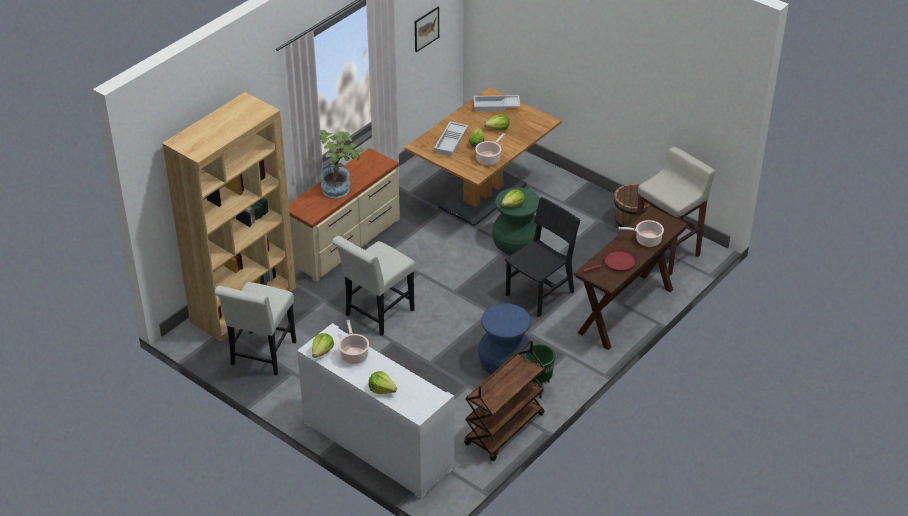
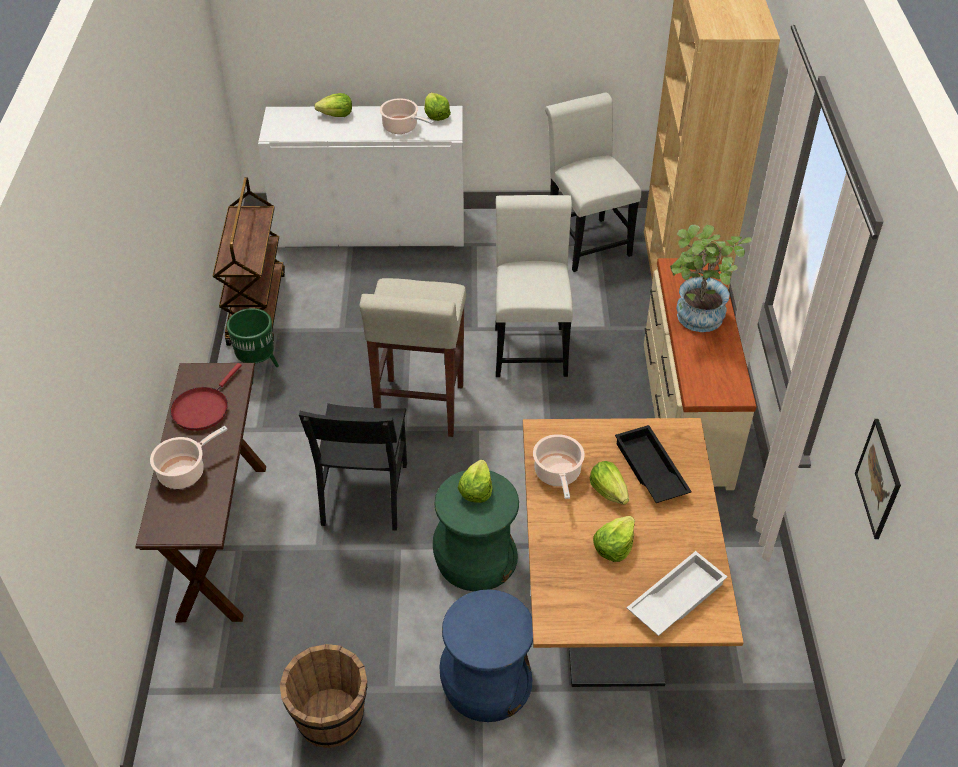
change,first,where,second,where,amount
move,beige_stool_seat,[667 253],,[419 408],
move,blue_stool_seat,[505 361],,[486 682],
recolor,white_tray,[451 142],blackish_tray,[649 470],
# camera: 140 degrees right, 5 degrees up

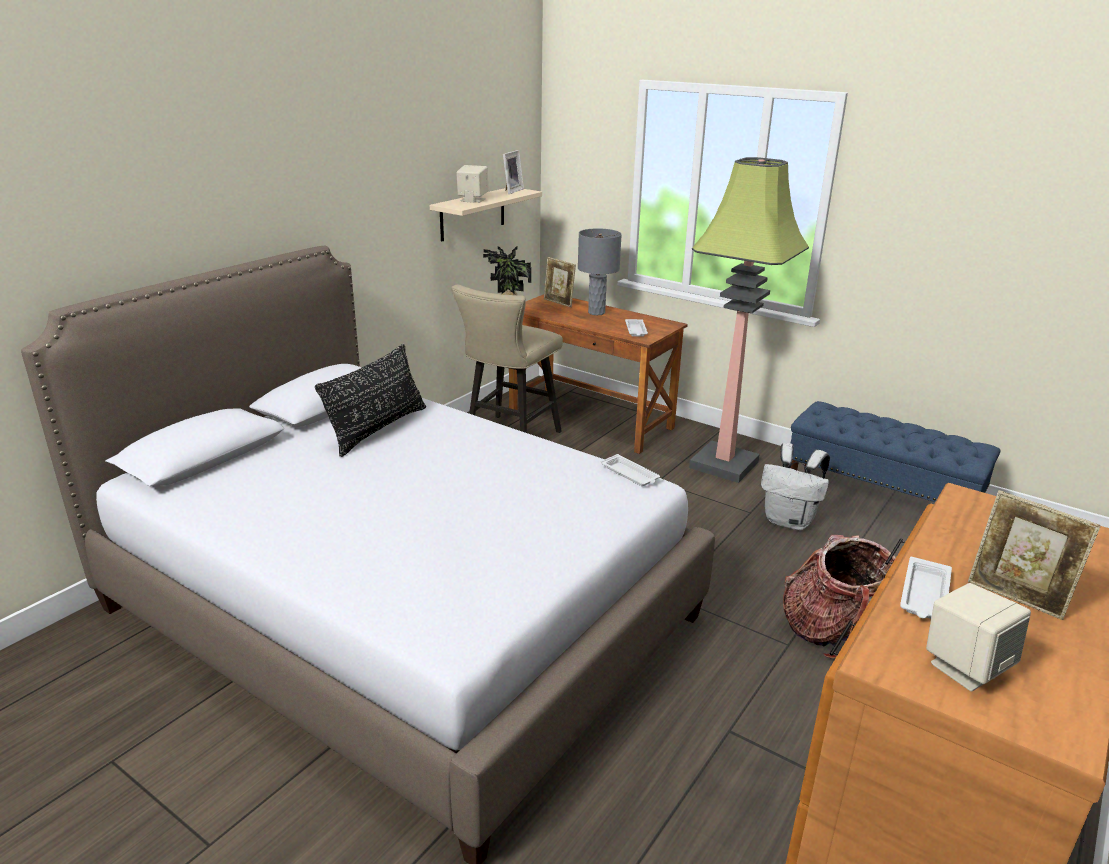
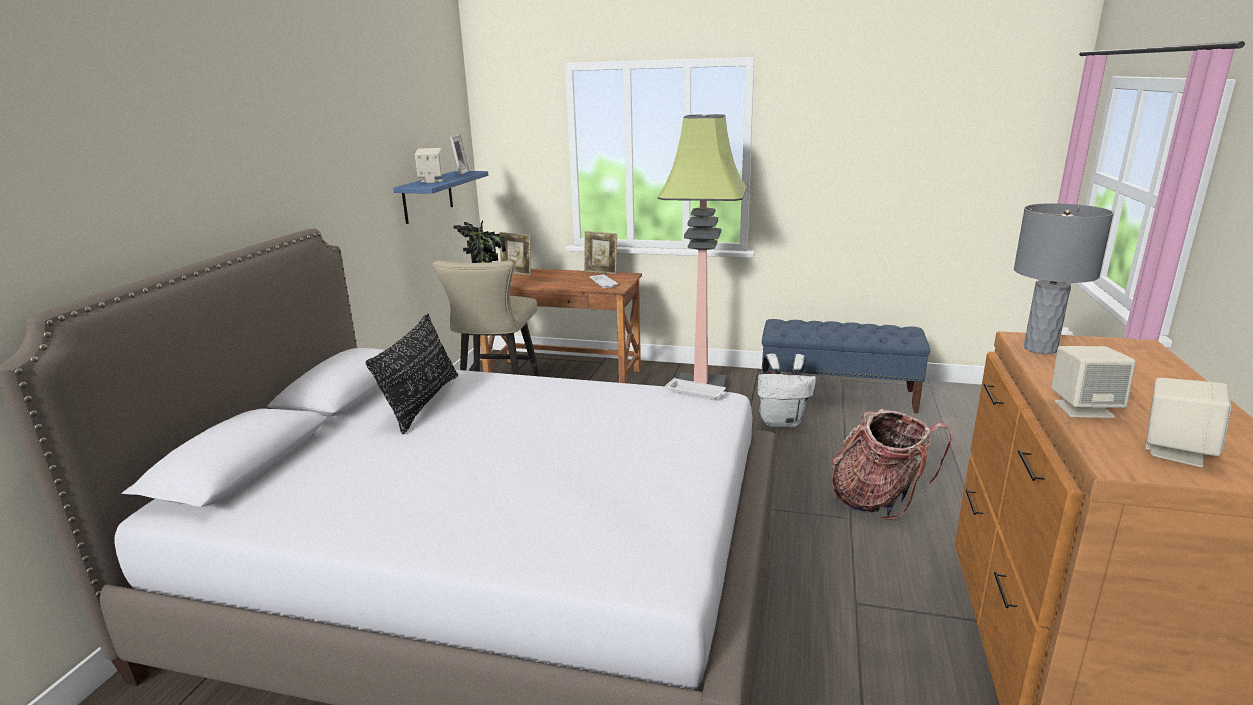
change,first,where,second,where,amount
recolor,beige_wall_shelf,[472 214],blue_wall_shelf,[428 196],
move,photo_frame,[1016 598],,[601 272],
move,gray_table_lamp,[596 312],,[1040 349],
replace,white_tray,[924 595],beige_loudspeaker,[1083 409],
# camera: 20 degrees left, 5 degrees down

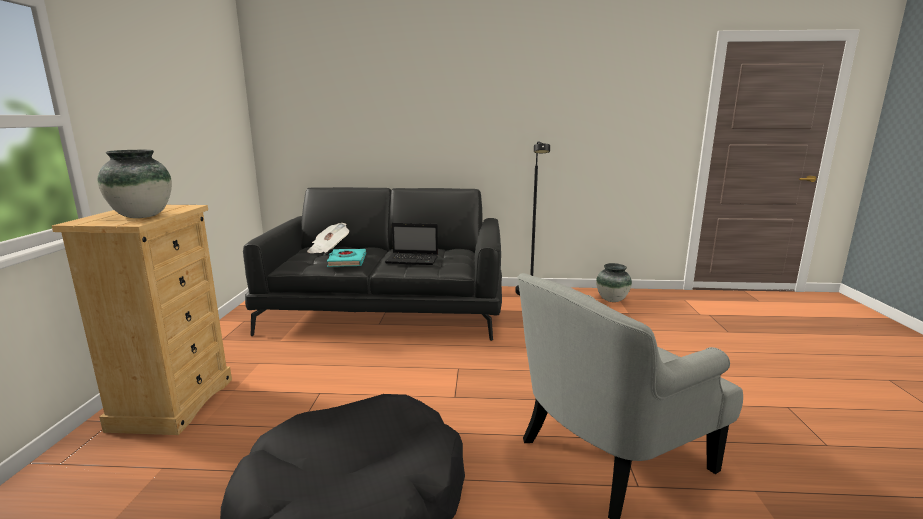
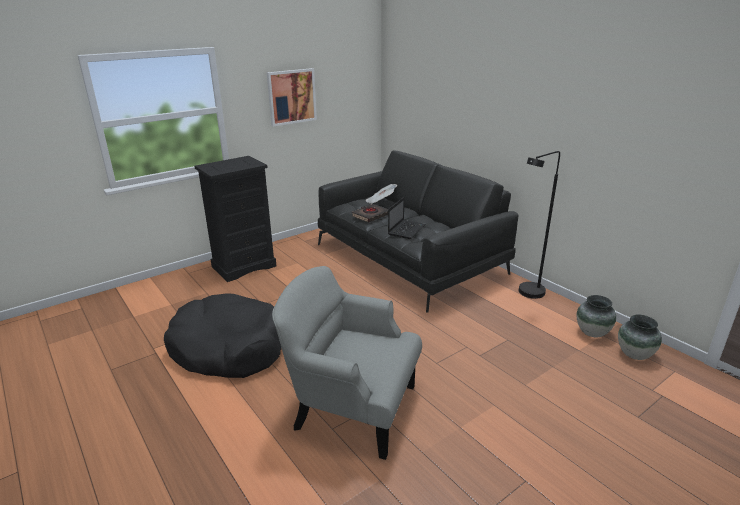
change,first,where,second,where,amount
recolor,beige_dresser,[173 403],blackish_dresser,[244 266],
insert,,,picture,[291 96],
recolor,blue-green_bound_book,[347 261],blackish_bound_book,[370 215],
rotate,notebook_computer,[413 260],,[406 229],120 degrees counterclockwise
move,decorative_vase,[142 216],,[634 355],
# camera: 50 degrees right, 10 degrees up

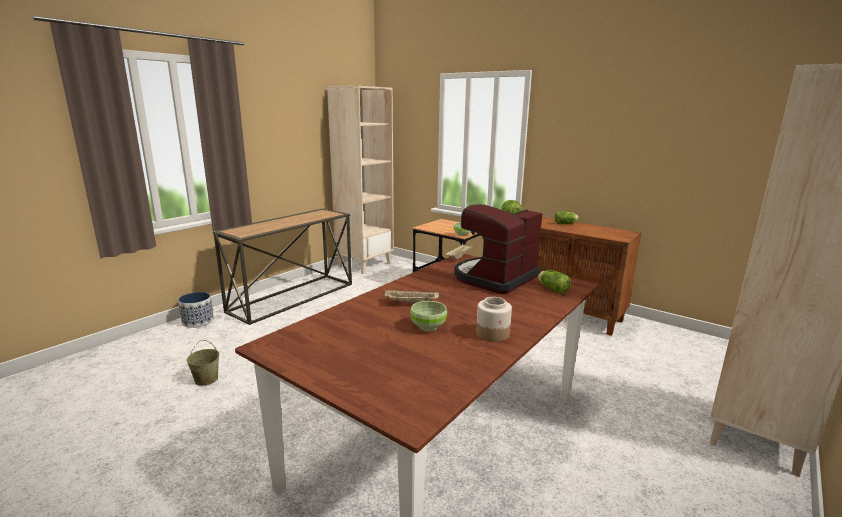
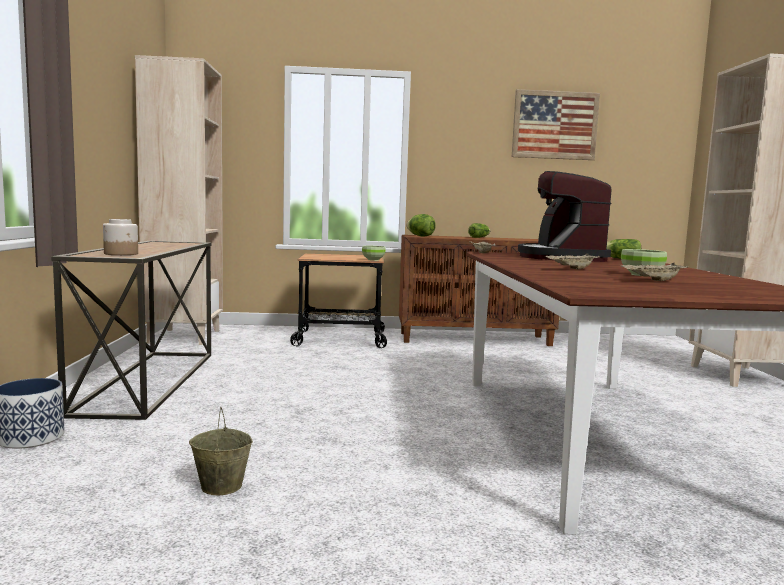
change,first,where,second,where,amount
move,preserve_jar,[493 334],,[121 254],
insert,,,picture,[555 125],
insert,,,beige_tray,[654 281],
# camera: 40 degrees left, 10 degrees down

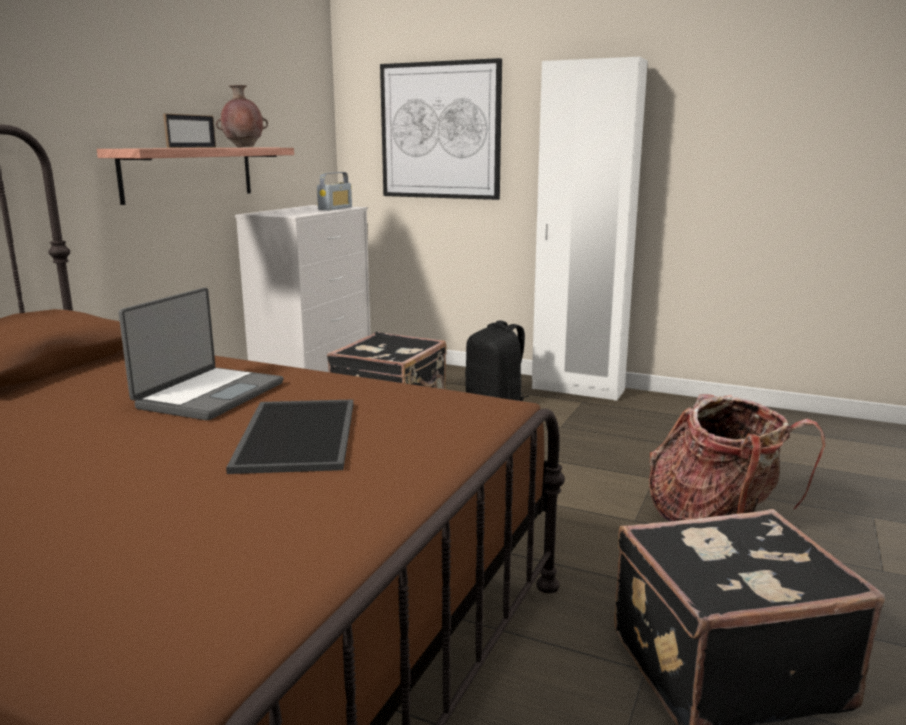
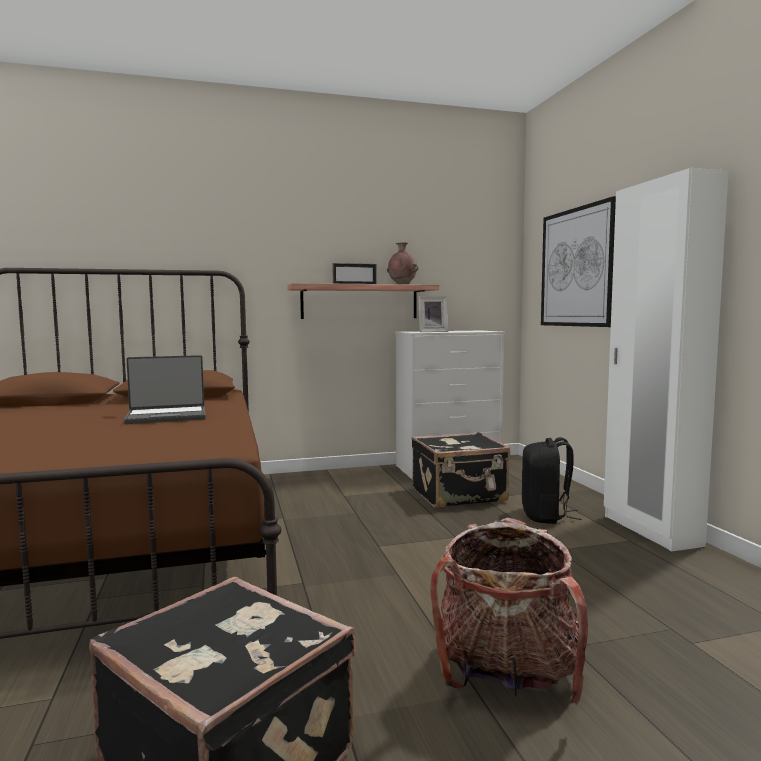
change,first,where,second,where,amount
insert,,,photo_frame,[432 331],
delete,tray,[294 434],,,
delete,radio,[335 208],,,
# camera: 50 degrees right, 10 degrees down

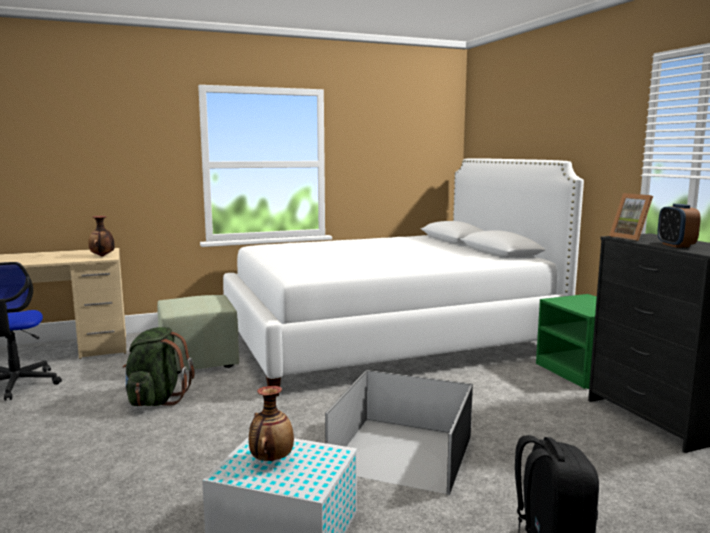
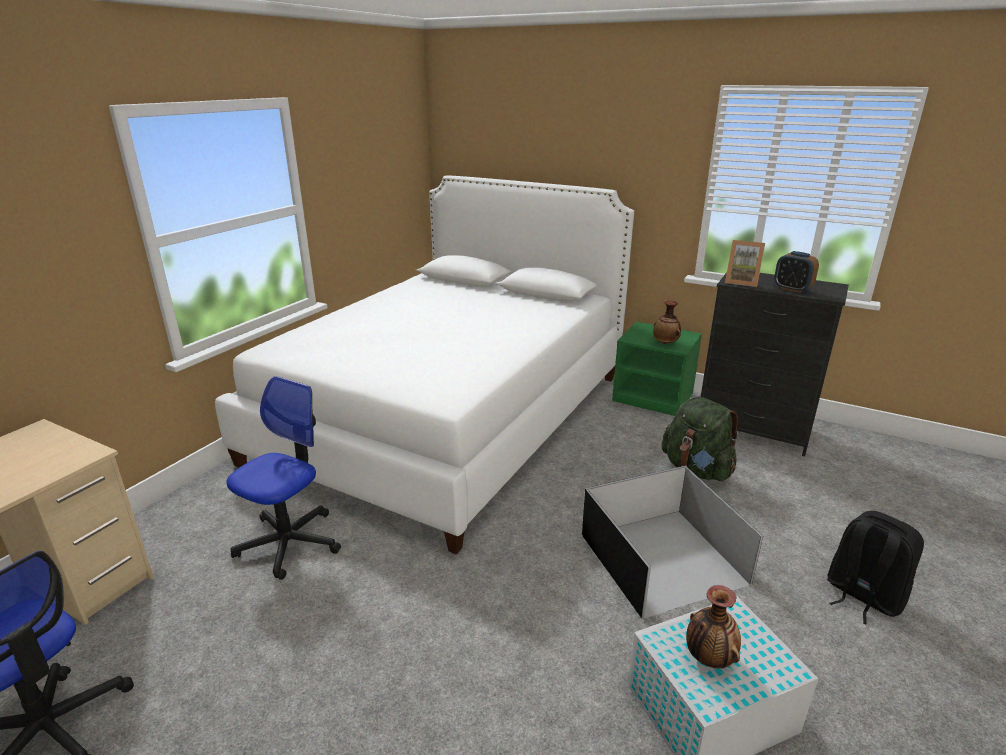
change,first,where,second,where,amount
replace,greenish_ottoman,[199 362],desk_chair,[289 542],
move,decorative_vase,[103 256],,[665 343],
move,greenish_backpack,[156 400],,[696 469],
# camera: 40 degrees left, 15 degrees up

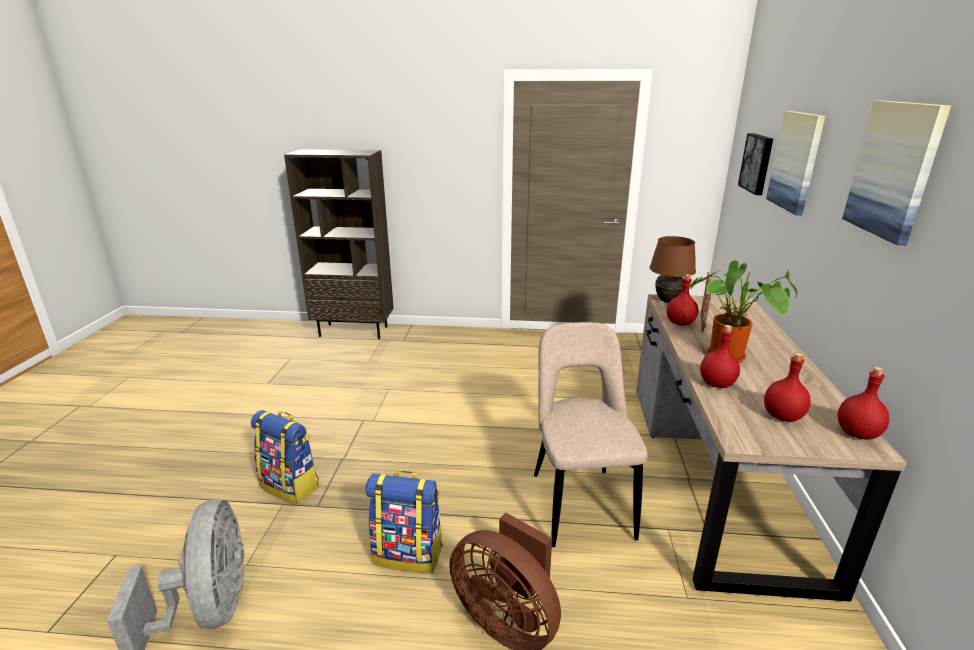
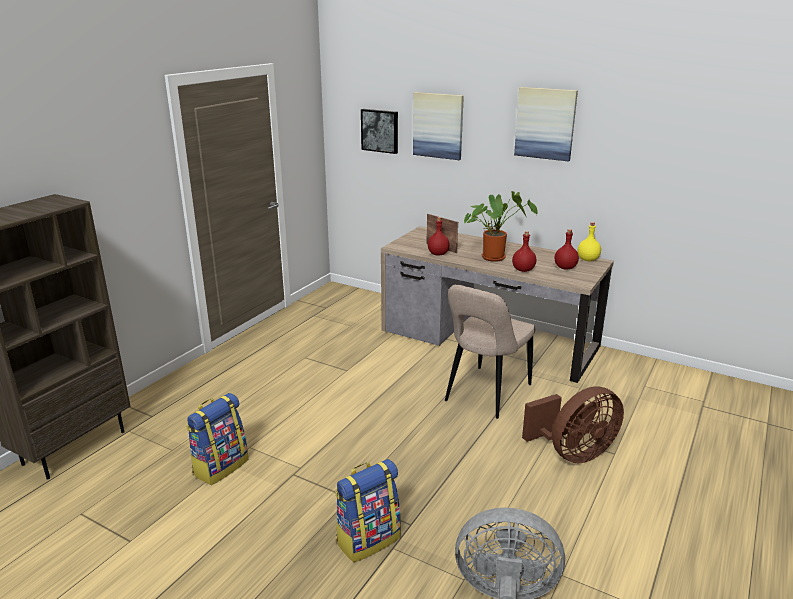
change,first,where,second,where,amount
move,backpack,[408 553],,[220 466],
rotate,beige_plain_chair,[580 501],,[485 394],75 degrees counterclockwise
recolor,reddish_drink_bottle,[857 433],yellow_drink_bottle,[587 259],
delete,brownish_table_lamp,[667 301],,,
# camera: 65 degrees left, 0 degrees up

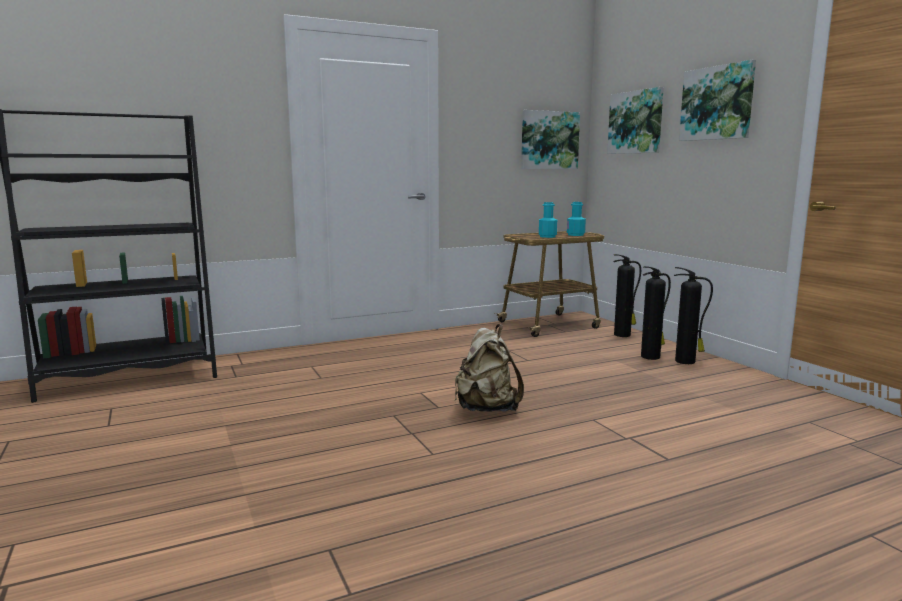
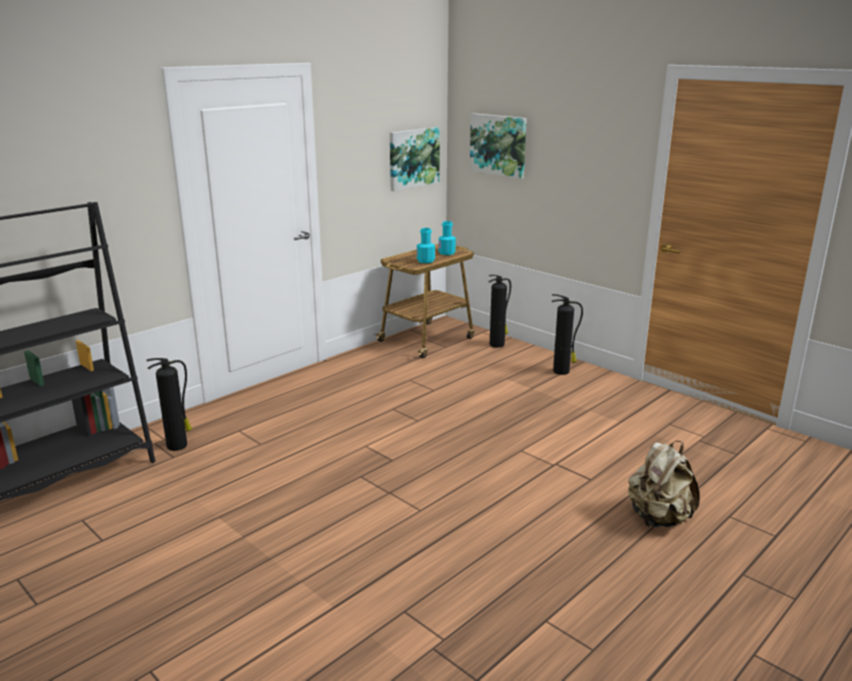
change,first,where,second,where,amount
move,fire_extinguisher,[651 356],,[178 445],
move,beige_backpack,[486 409],,[658 518],
delete,picture,[717 103],,,
# camera: 20 degrees left, 10 degrees up

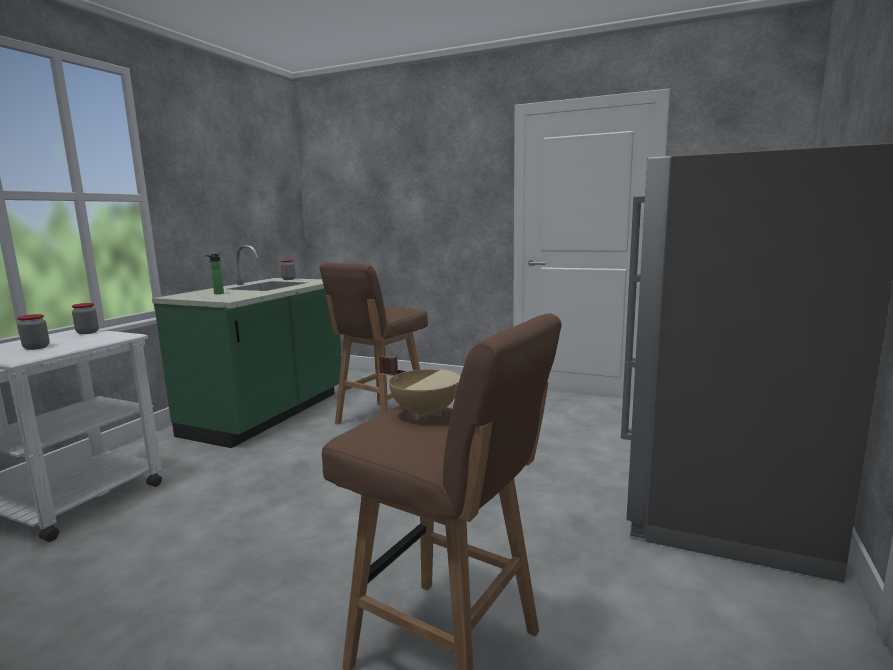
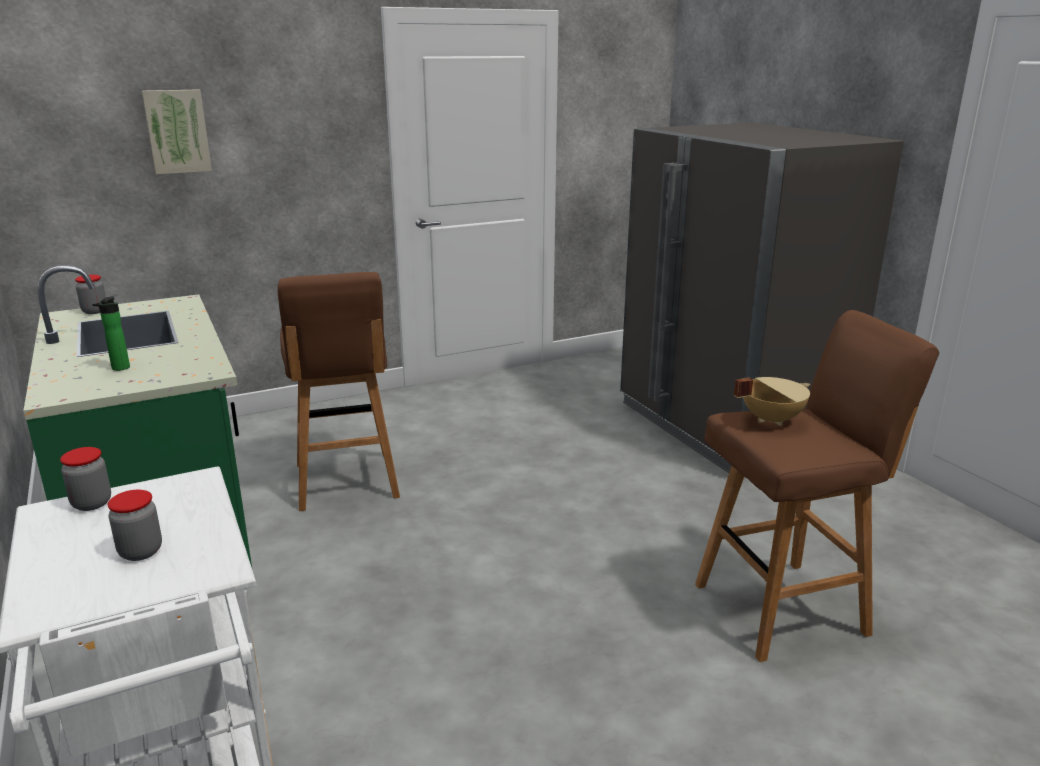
change,first,where,second,where,amount
insert,,,picture,[177 131],
# camera: 50 degrees left, 10 degrees up

